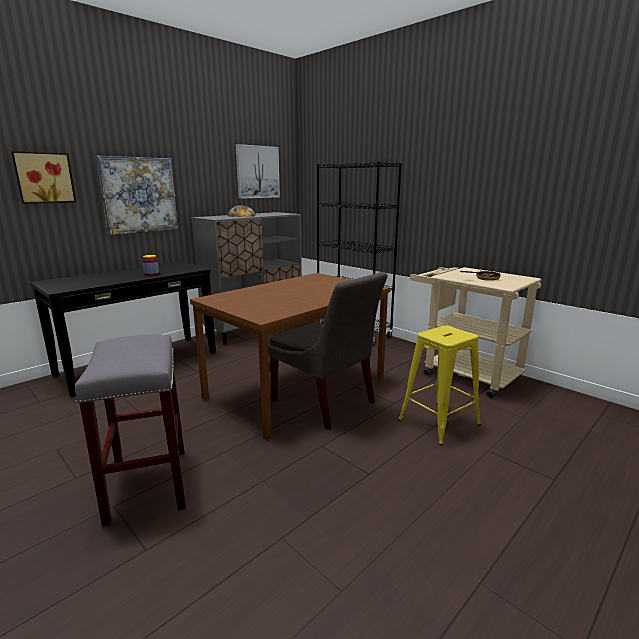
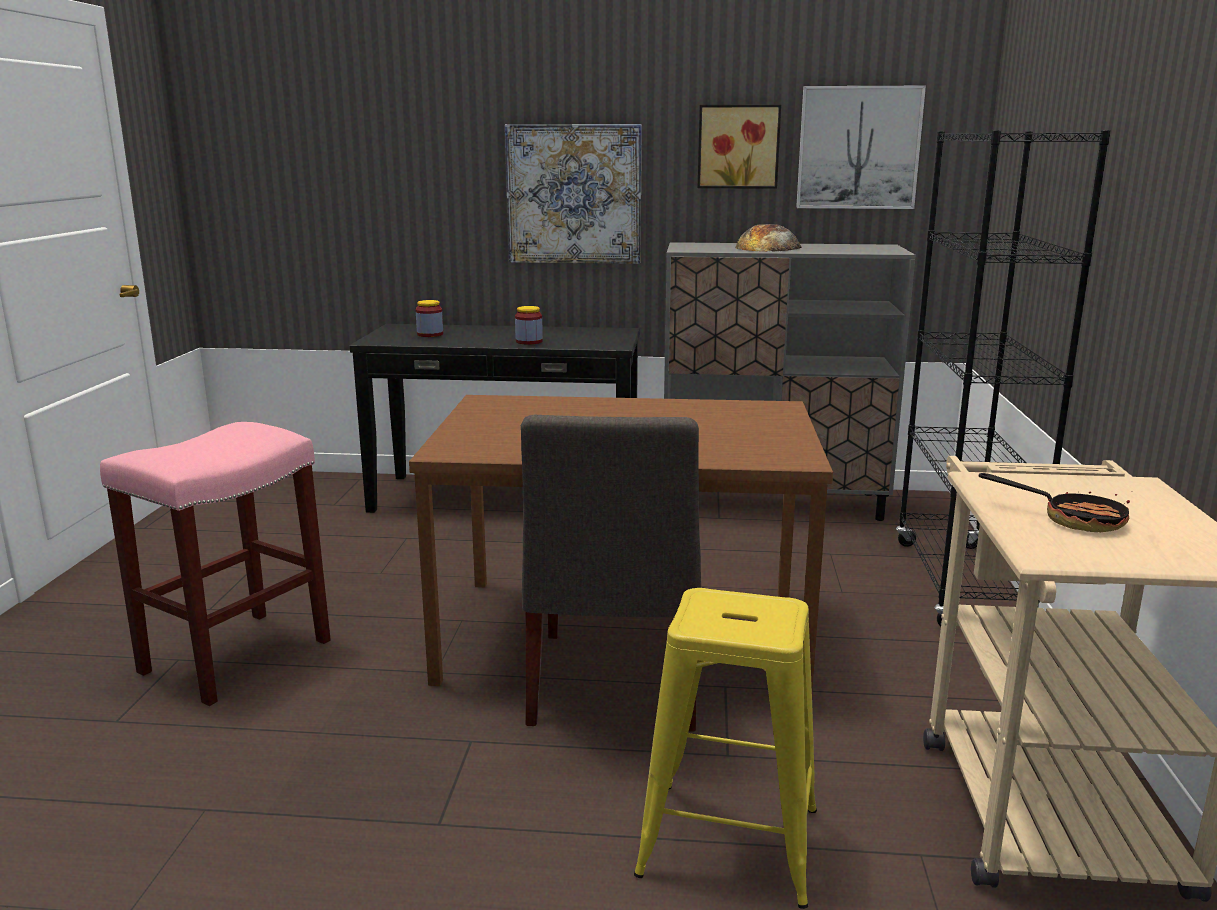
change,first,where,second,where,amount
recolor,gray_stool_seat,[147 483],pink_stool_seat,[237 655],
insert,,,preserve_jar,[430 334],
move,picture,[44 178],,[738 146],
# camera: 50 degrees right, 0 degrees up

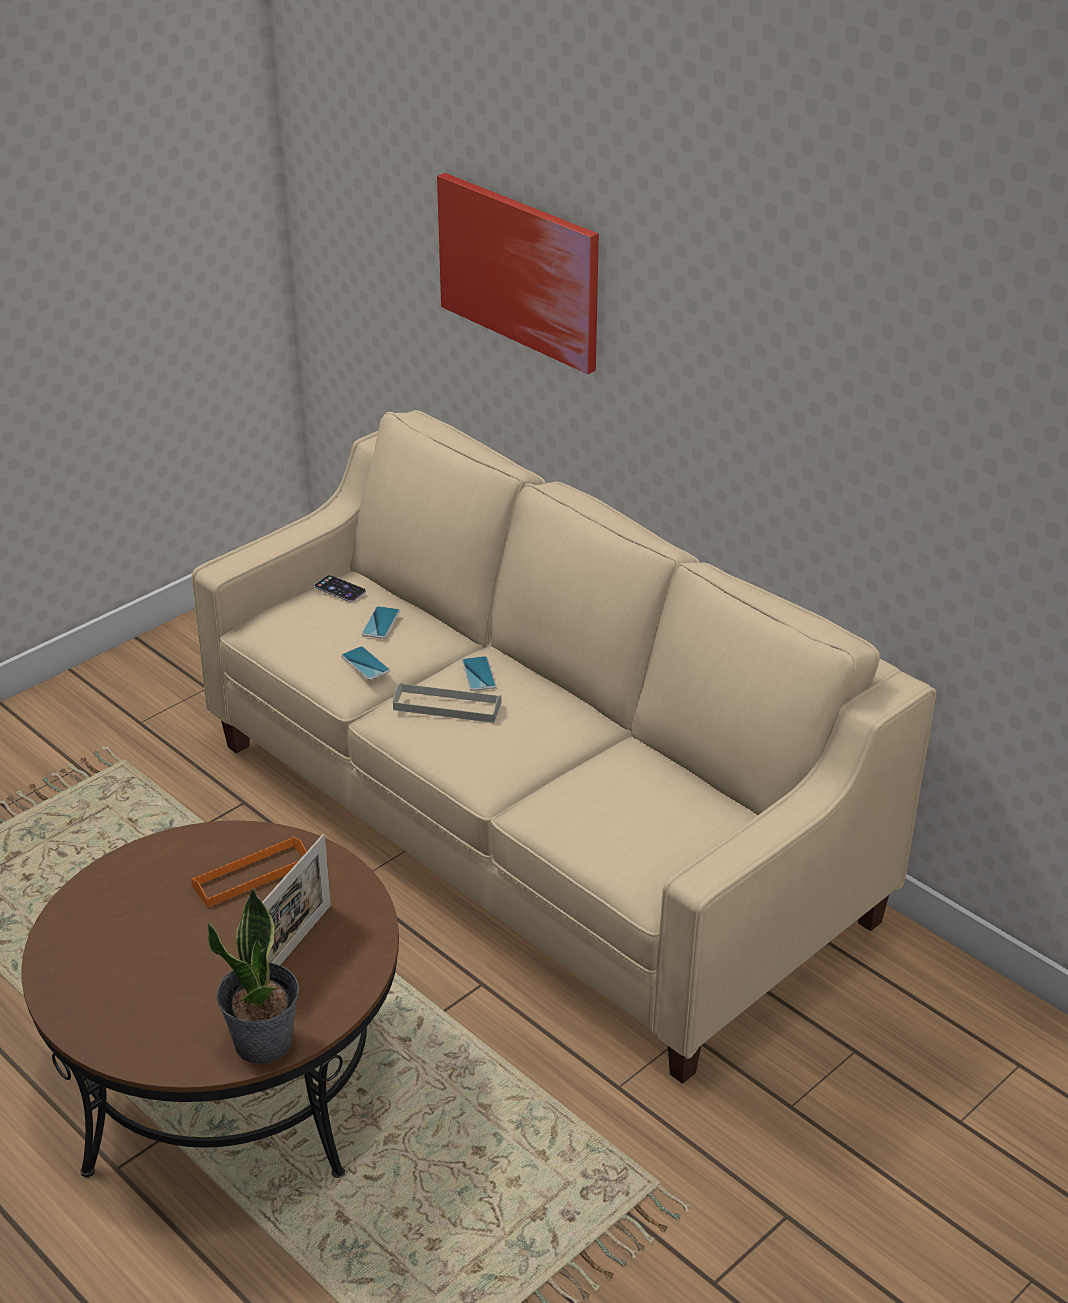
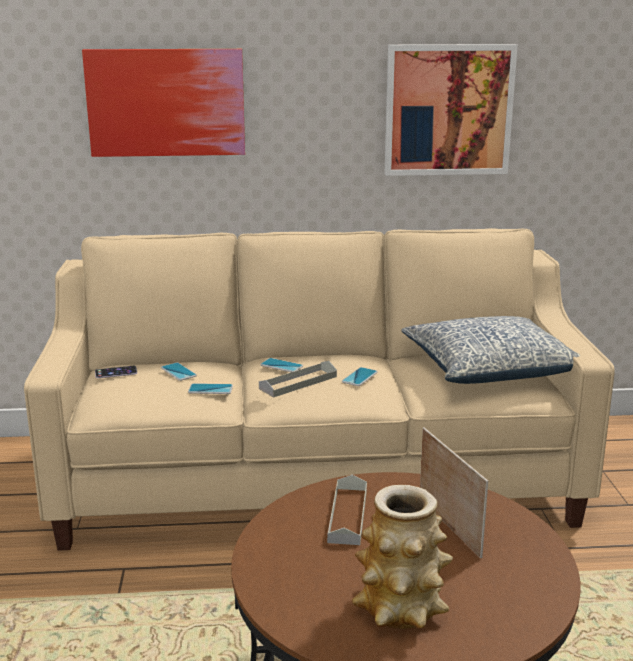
change,first,where,second,where,amount
recolor,orangey_tray,[251 875],gray_tray,[348 515],
insert,,,phone,[359 377],
insert,,,decorative_vase,[400 609],
insert,,,picture,[448 110],
insert,,,throw_pillow,[490 368],
delete,houseplant,[264 1042],,,
# camera: 50 degrees left, 15 degrees down

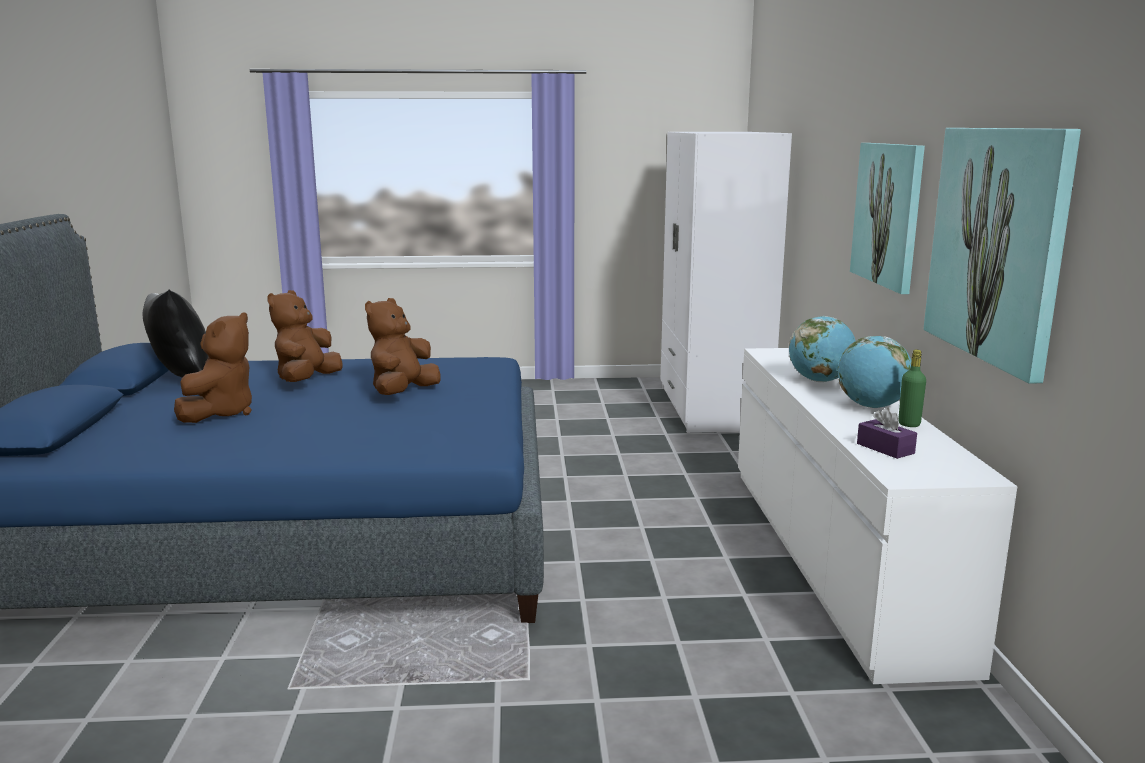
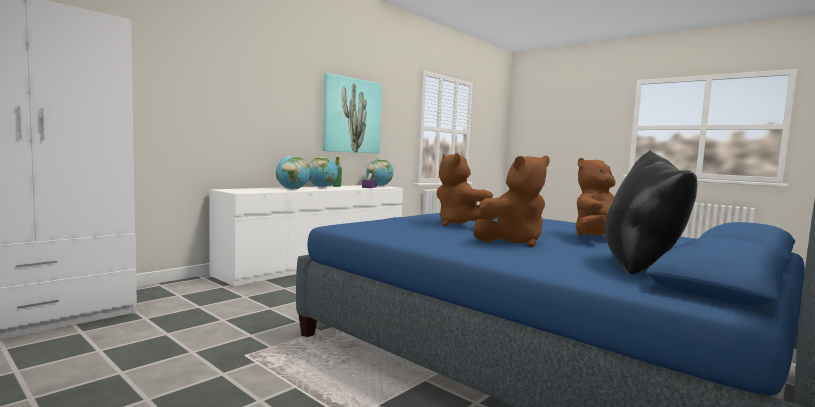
change,first,where,second,where,amount
insert,,,world_globe,[379 186],
rotate,brownish_cuddly_toy,[403 393],,[460 225],75 degrees clockwise
delete,picture,[887 214],,,
# camera: 135 degrees left, 10 degrees down

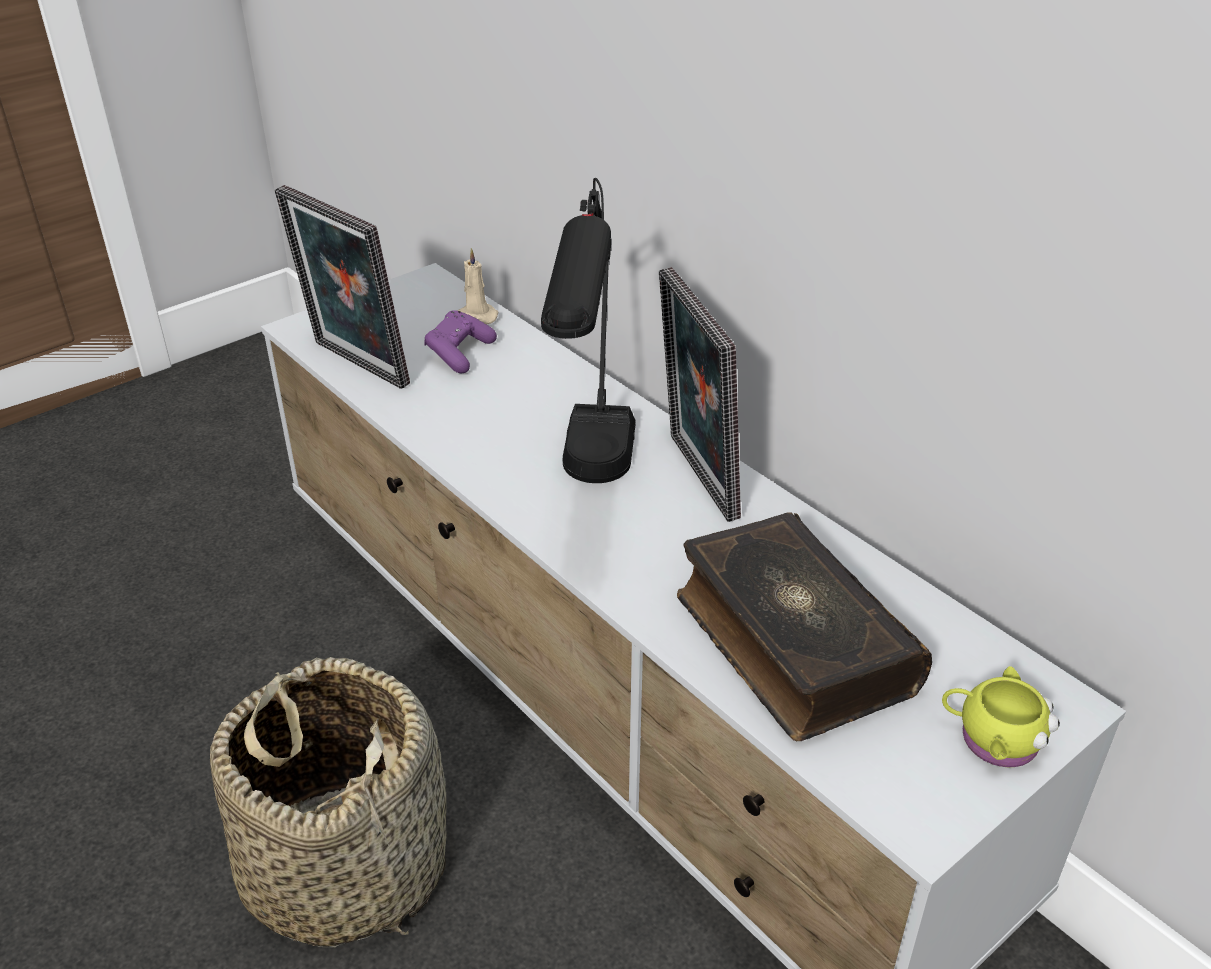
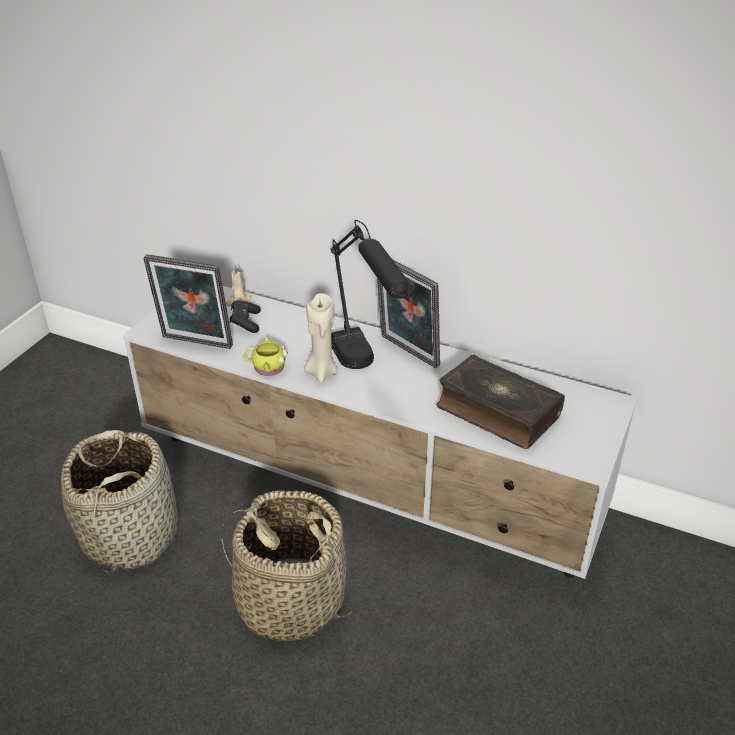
change,first,where,second,where,amount
insert,,,household_basket,[131 534],
recolor,purple-coloured_joypad,[459 353],blackish_joypad,[245 322],
move,yellow_tea_mug,[992 738],,[266 367],
insert,,,beige_wax_light,[321 372],
# camera: 25 degrees left, 0 degrees up

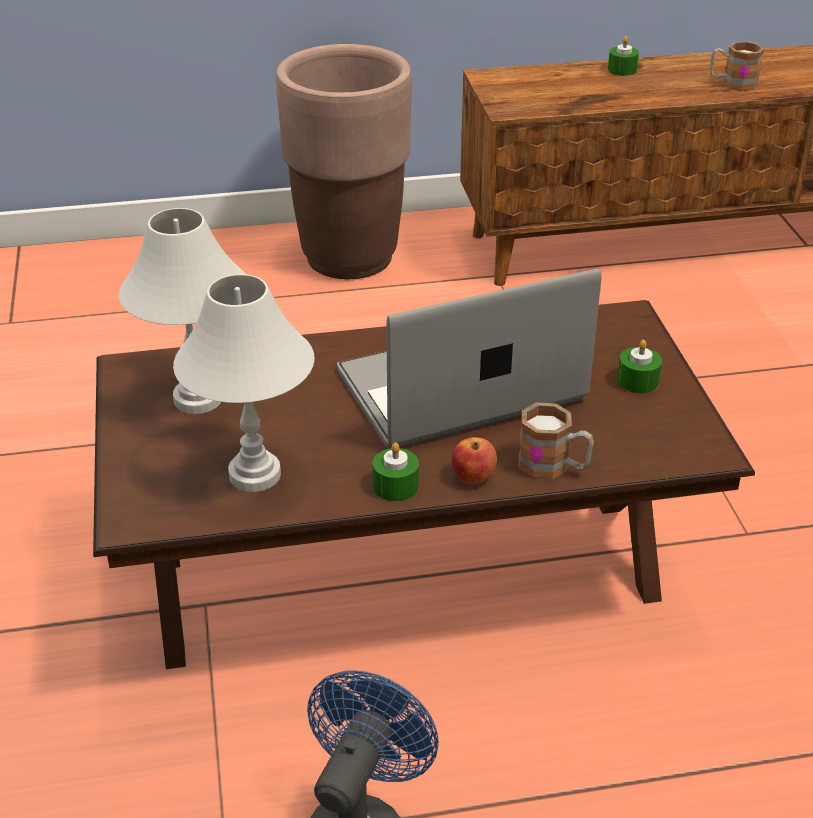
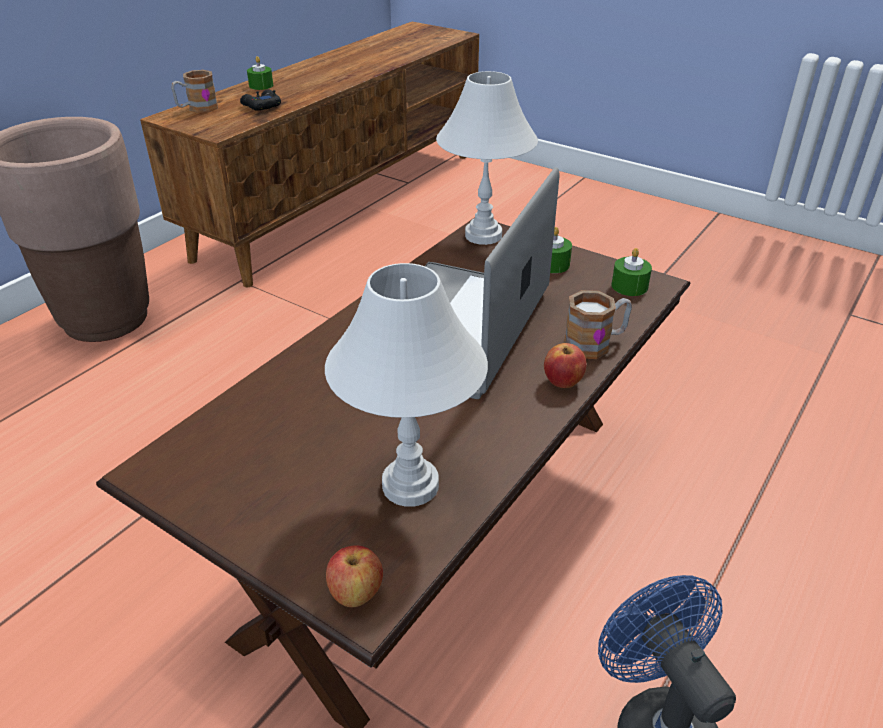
change,first,where,second,where,amount
move,tea_mug,[732 83],,[197 109],
insert,,,blackish_joypad,[261 106],
insert,,,whole_apple,[355 593],
move,white_table_lamp,[197 399],,[483 236],
move,greenish_wax_light,[395 486],,[629 286],
# camera: 45 degrees left, 0 degrees up

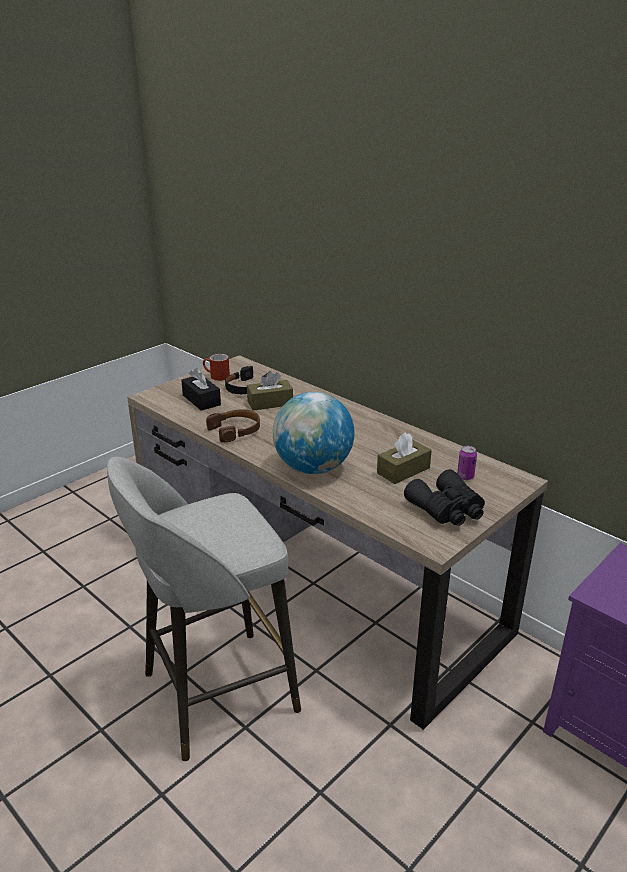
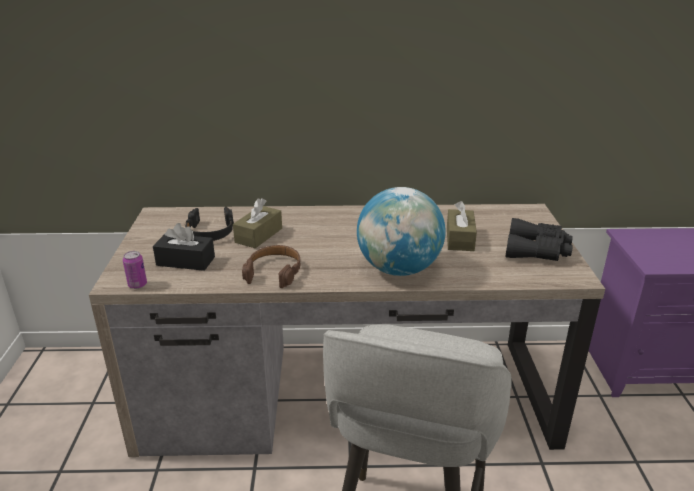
change,first,where,second,where,amount
move,can,[465 476],,[137 285],
delete,reddish_tea_mug,[216 376],,,
# camera: 45 degrees left, 0 degrees up

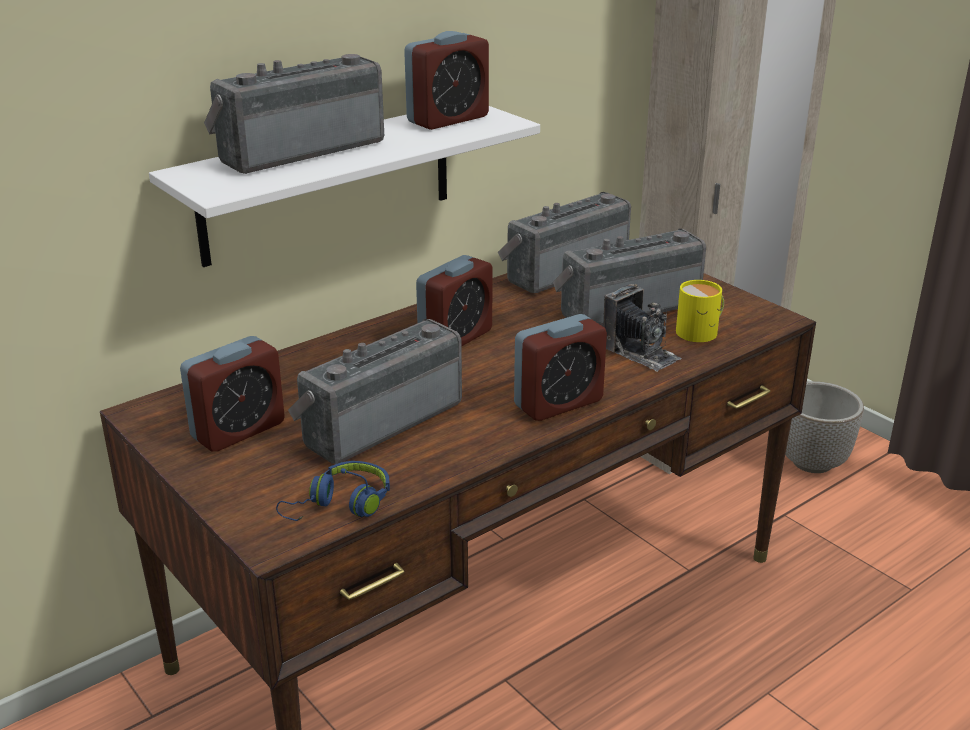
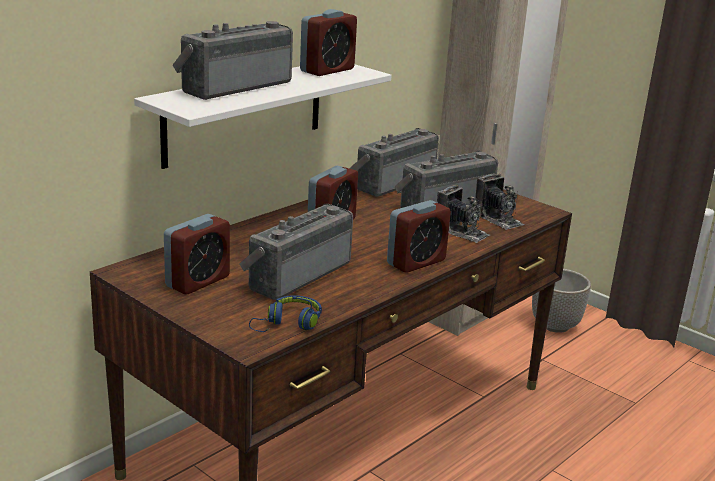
change,first,where,second,where,amount
replace,yellow_tea_mug,[701 331],photo_camera,[498 219],
# camera: 10 degrees left, 5 degrees down

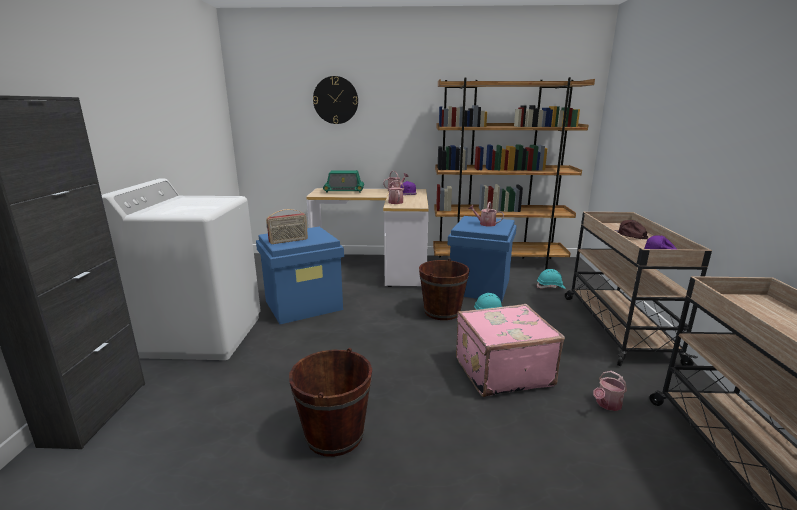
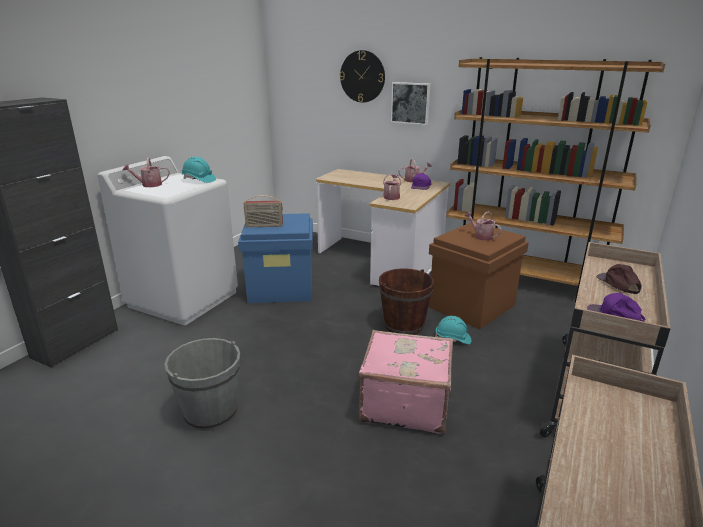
change,first,where,second,where,amount
move,watering_can,[607 404],,[149 185],
recolor,brownish_water_bucket,[334 435],gray_water_bucket,[211 413],
move,blue-green_hard_hat,[550 287],,[199 180],
insert,,,picture,[410 103],
recolor,blue_storage_box,[480 287],brownish_storage_box,[472 306],
delete,radio,[344 191],,,
# camera: 25 degrees right, 5 degrees up

